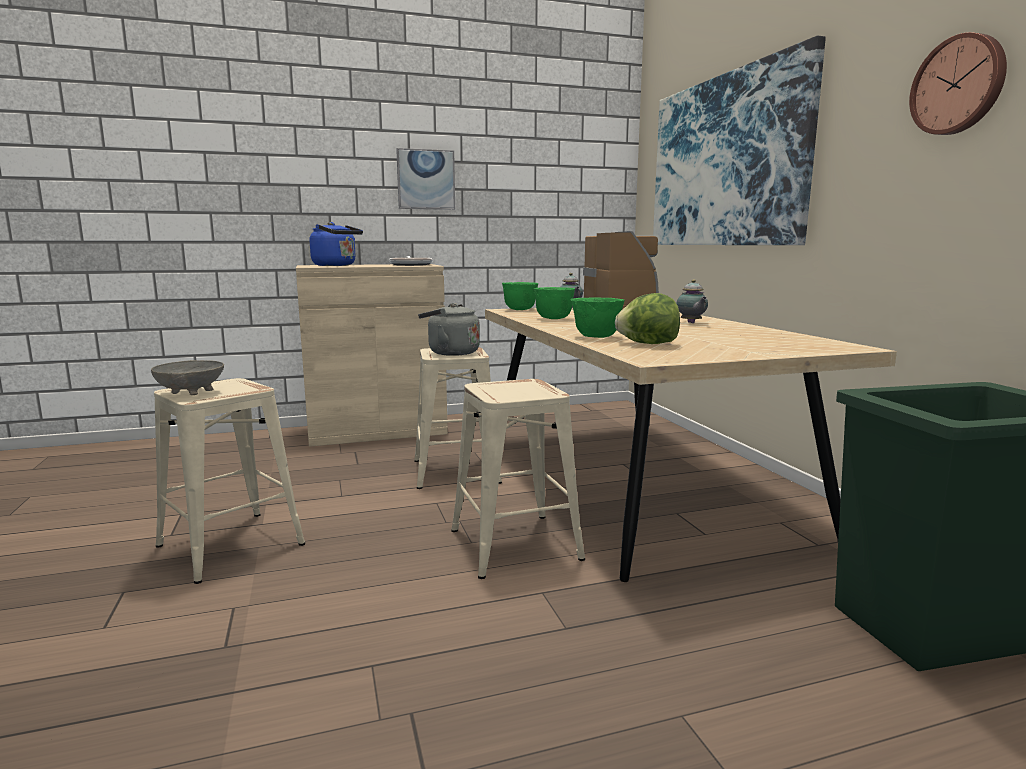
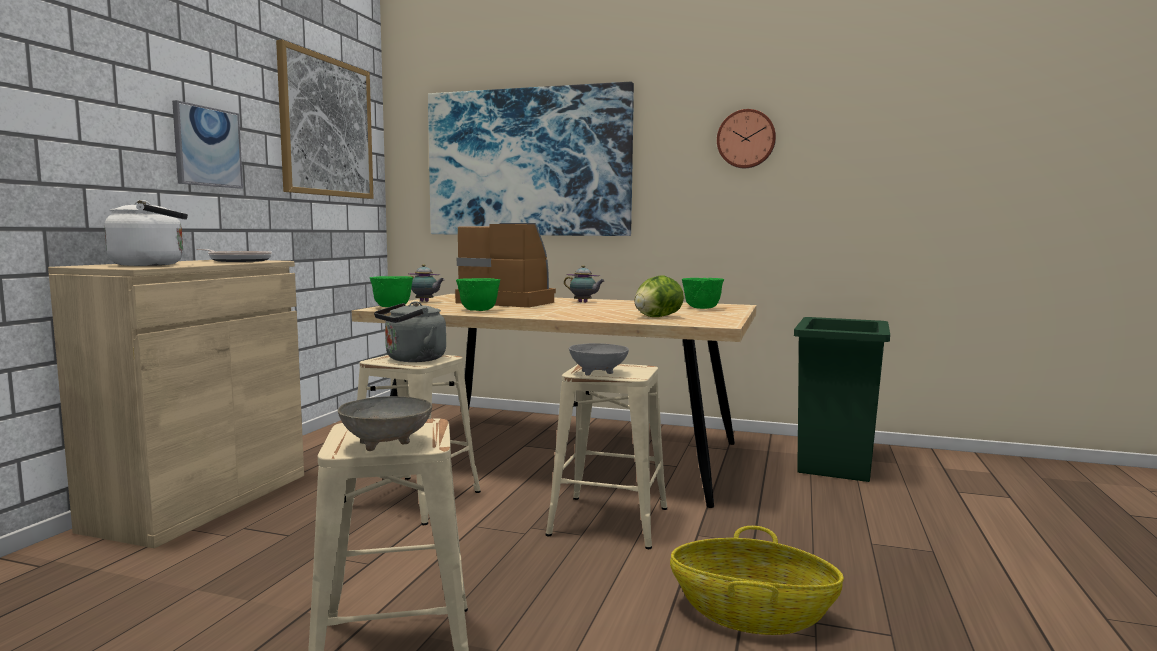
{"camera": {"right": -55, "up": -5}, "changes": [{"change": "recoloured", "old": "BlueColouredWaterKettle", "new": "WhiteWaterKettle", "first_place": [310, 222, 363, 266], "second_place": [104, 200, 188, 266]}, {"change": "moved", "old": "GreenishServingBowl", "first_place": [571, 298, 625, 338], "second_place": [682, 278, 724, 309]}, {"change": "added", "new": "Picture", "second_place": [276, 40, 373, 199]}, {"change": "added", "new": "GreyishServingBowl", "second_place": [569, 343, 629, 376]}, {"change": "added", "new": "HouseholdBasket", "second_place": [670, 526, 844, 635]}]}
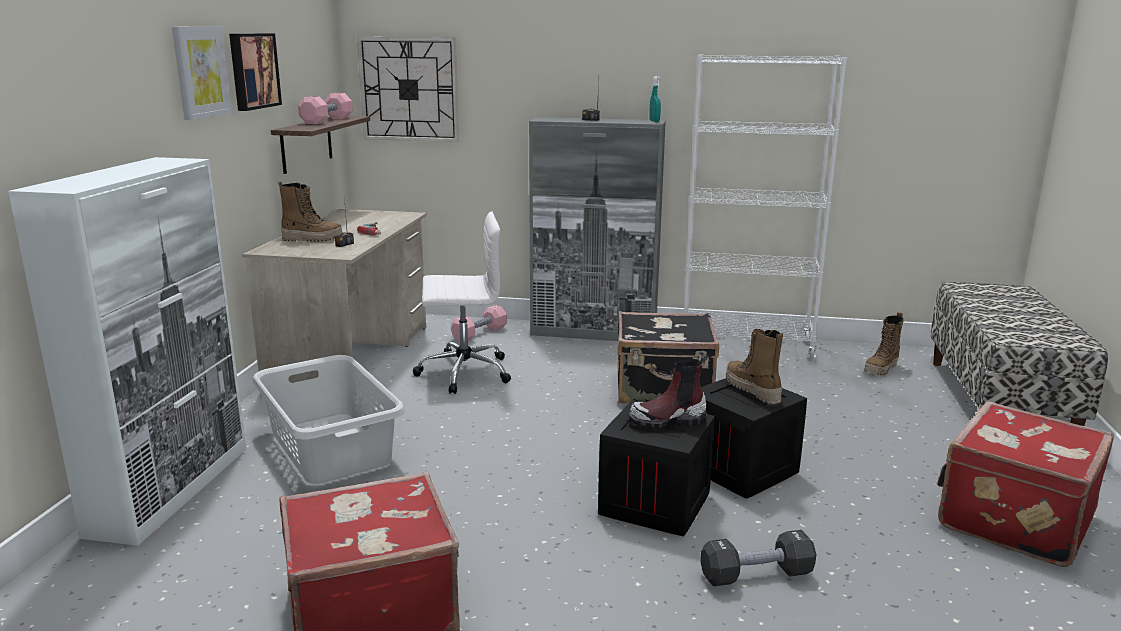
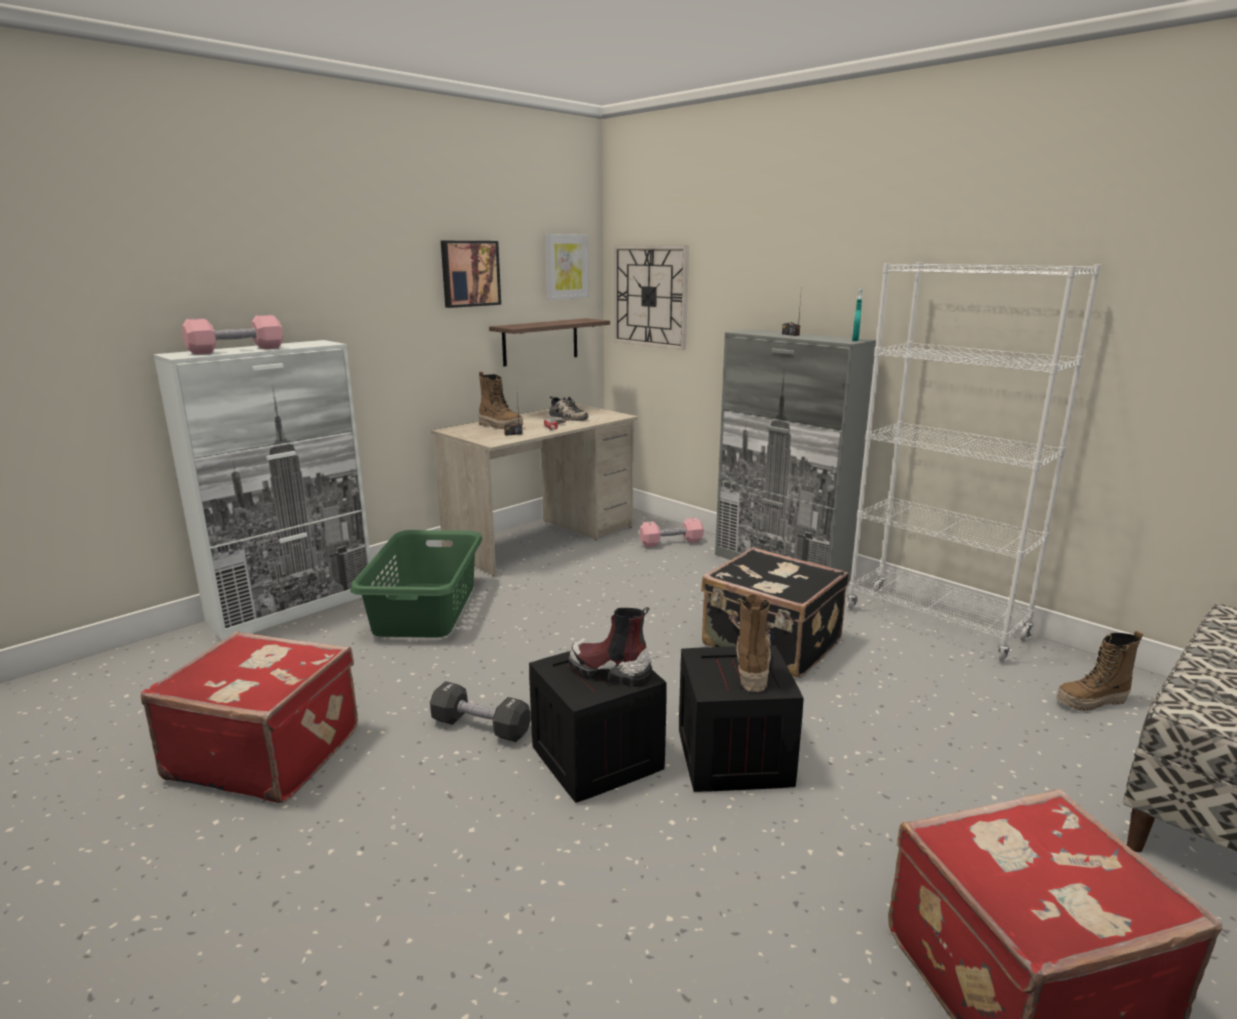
{"camera": {"right": 35, "up": 0}, "changes": [{"change": "moved", "old": "Picture", "first_place": [172, 26, 232, 120], "second_place": [545, 234, 589, 300]}, {"change": "moved", "old": "PinkFreeWeight", "first_place": [298, 93, 353, 124], "second_place": [182, 315, 283, 355]}, {"change": "removed", "old": "WhiteOfficeChair", "first_place": [413, 211, 511, 394]}, {"change": "recoloured", "old": "GreyishWashingBasket", "new": "GreenishWashingBasket", "first_place": [253, 355, 405, 484], "second_place": [350, 530, 482, 638]}, {"change": "moved", "old": "BlackFreeWeight", "first_place": [700, 530, 816, 586], "second_place": [430, 681, 531, 742]}, {"change": "added", "new": "ItemOfFootwear", "second_place": [549, 396, 588, 421]}]}
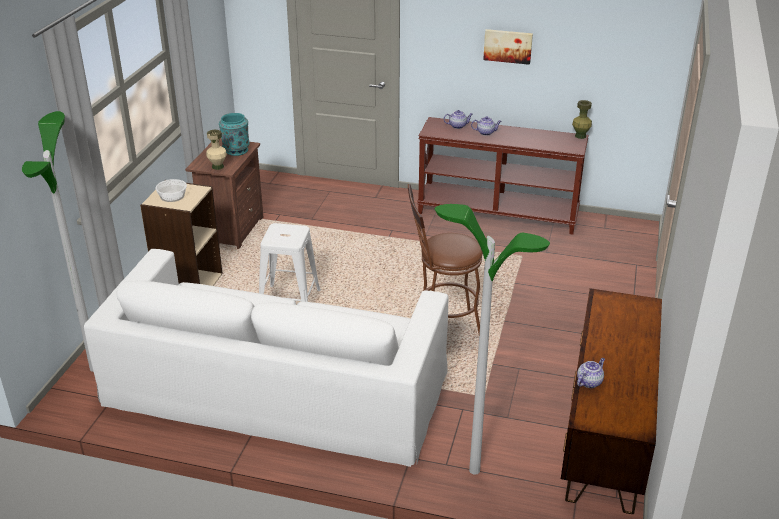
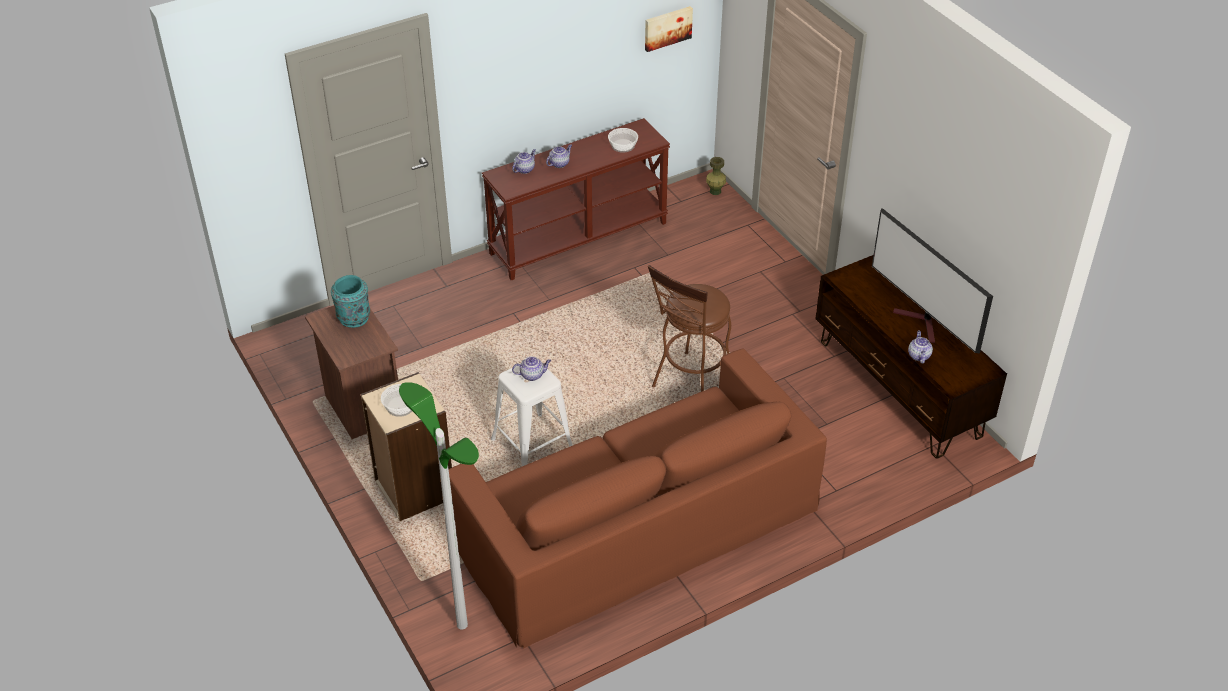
{"camera": {"right": -45, "up": 10}, "changes": [{"change": "moved", "old": "Picture", "first_place": [483, 29, 533, 65], "second_place": [645, 6, 693, 52]}, {"change": "moved", "old": "GreenishDecorativeVase", "first_place": [572, 100, 592, 139], "second_place": [706, 157, 726, 195]}, {"change": "removed", "old": "BeigeColouredDecorativeVase", "first_place": [206, 130, 227, 170]}, {"change": "removed", "old": "StandardLamp", "first_place": [435, 204, 550, 475]}, {"change": "recoloured", "old": "WhiteSofa", "new": "BrownSofa", "first_place": [84, 249, 448, 467], "second_place": [449, 349, 827, 649]}, {"change": "added", "new": "ServingBowl", "second_place": [608, 128, 638, 153]}, {"change": "added", "new": "Television", "second_place": [872, 208, 993, 354]}, {"change": "added", "new": "TeaPot", "second_place": [512, 356, 551, 381]}]}
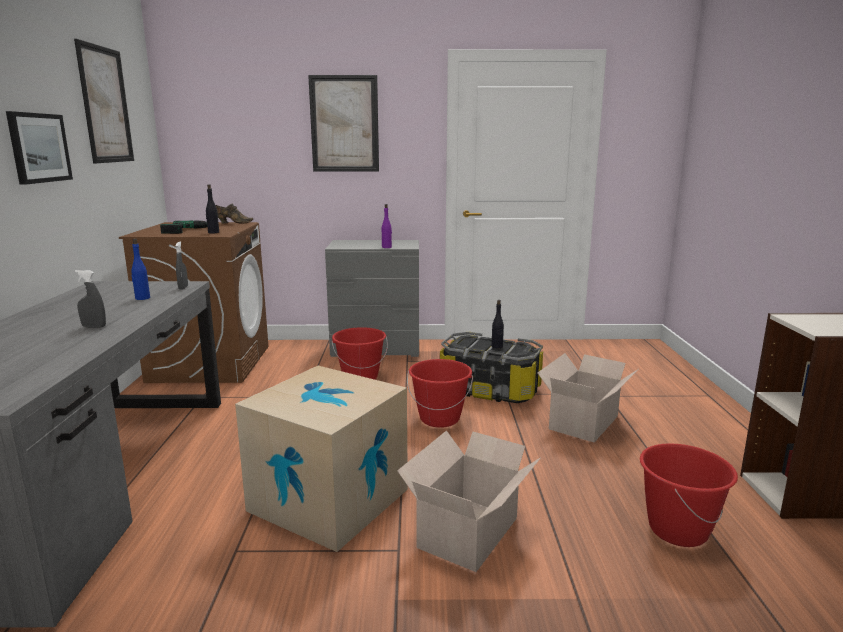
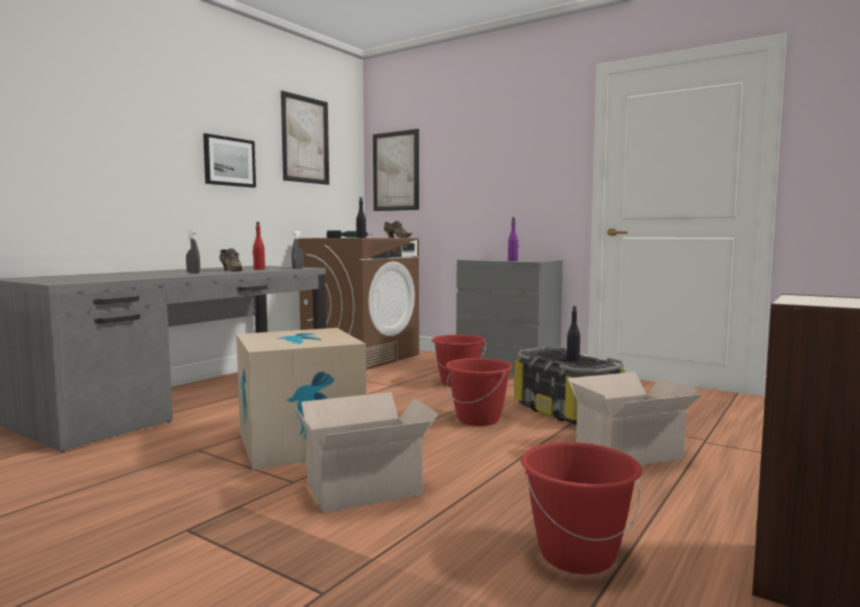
{"camera": {"right": 35, "up": -10}, "changes": [{"change": "moved", "old": "Picture", "first_place": [308, 75, 379, 172], "second_place": [373, 129, 419, 211]}, {"change": "recoloured", "old": "BlueColouredBottle", "new": "ReddishBottle", "first_place": [131, 239, 150, 300], "second_place": [253, 222, 265, 270]}, {"change": "added", "new": "BrownItemOfFootwear", "second_place": [219, 248, 243, 271]}]}
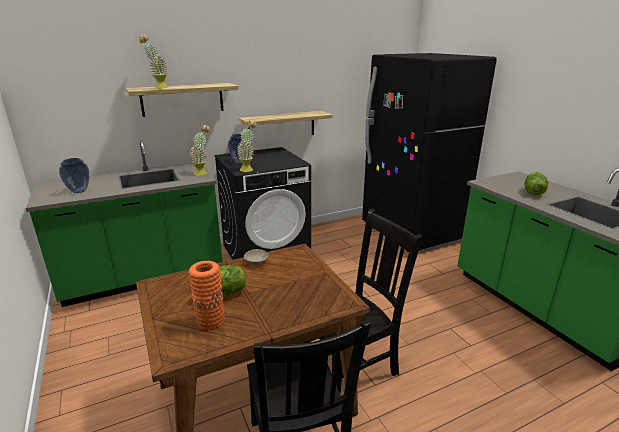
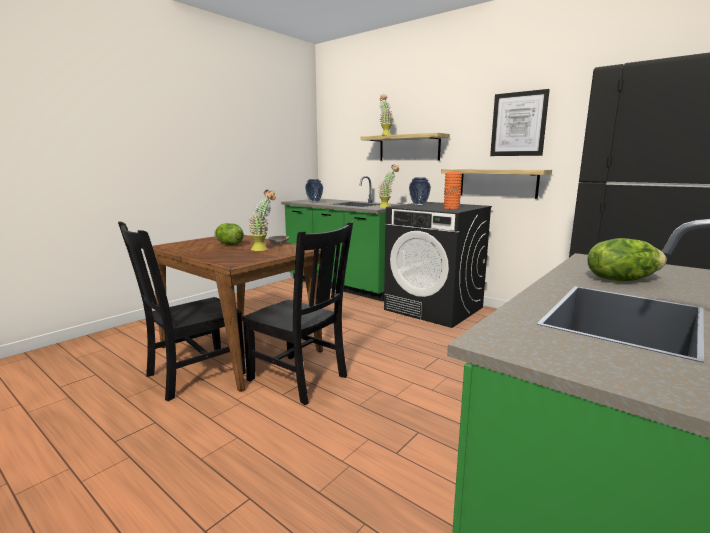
{"camera": {"right": 65, "up": -10}, "changes": [{"change": "moved", "old": "PottedPlant", "first_place": [237, 120, 257, 172], "second_place": [248, 190, 276, 251]}, {"change": "moved", "old": "OrangeColouredDecorativeVase", "first_place": [189, 261, 225, 330], "second_place": [444, 172, 462, 210]}, {"change": "added", "new": "Picture", "second_place": [490, 89, 550, 156]}]}
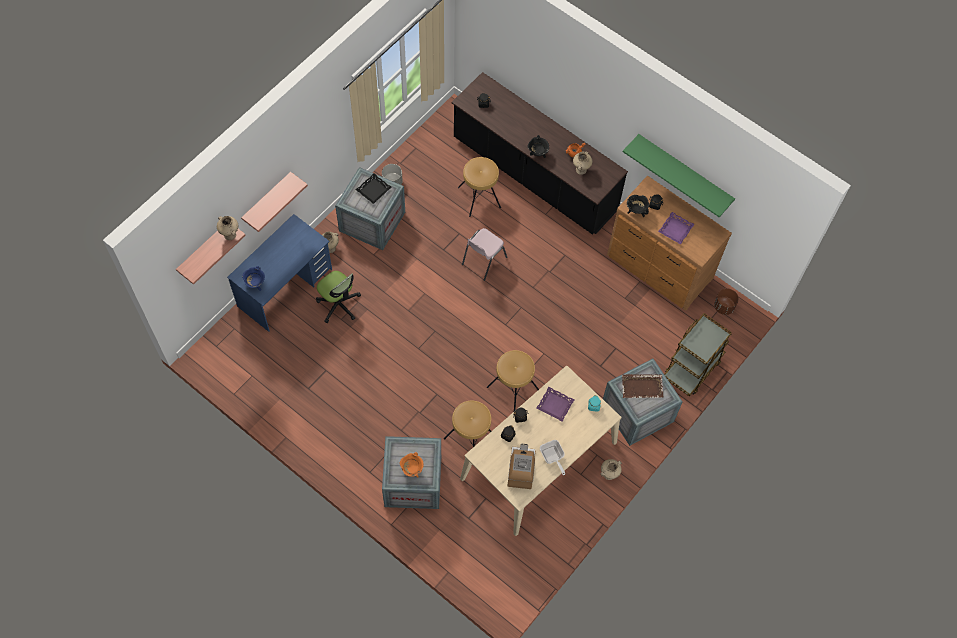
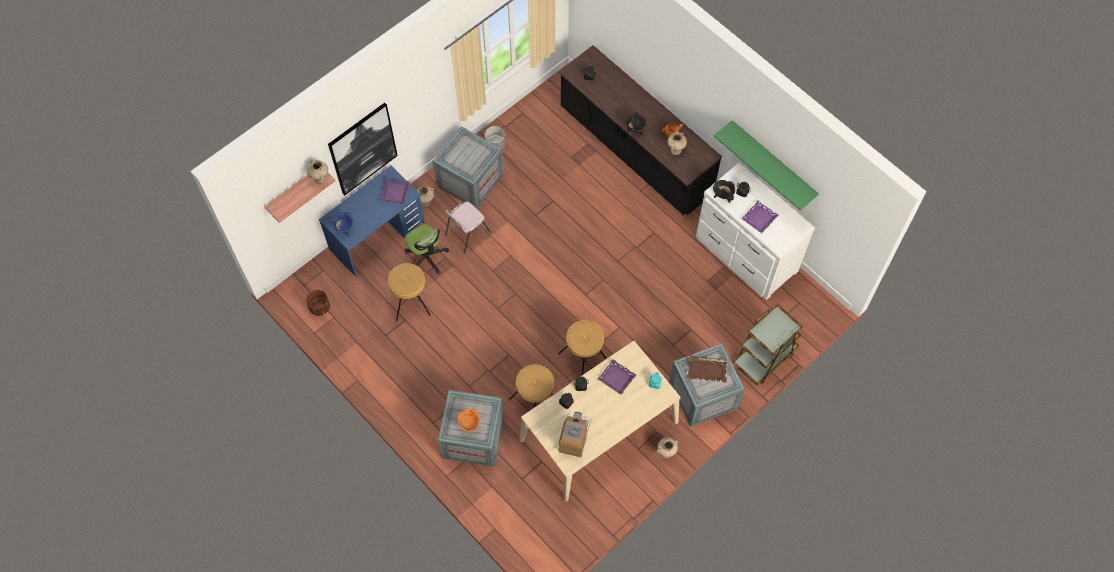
{"camera": {"right": 10, "up": 0}, "changes": [{"change": "moved", "old": "BrownStoolSeat", "first_place": [458, 157, 501, 217], "second_place": [388, 263, 431, 321]}, {"change": "replaced", "old": "Shelf", "new": "Picture", "first_place": [241, 172, 308, 232], "second_place": [328, 103, 398, 196]}, {"change": "removed", "old": "BlackServingTray", "first_place": [356, 173, 392, 204]}, {"change": "recoloured", "old": "BrownChestOfDrawers", "new": "WhiteChestOfDrawers", "first_place": [607, 176, 732, 311], "second_place": [696, 162, 815, 300]}, {"change": "moved", "old": "PinkUprightChair", "first_place": [462, 228, 507, 281], "second_place": [445, 202, 491, 253]}, {"change": "moved", "old": "BrownPlanter", "first_place": [714, 289, 739, 315], "second_place": [306, 290, 330, 316]}, {"change": "removed", "old": "Skillet", "first_place": [540, 440, 565, 475]}, {"change": "added", "new": "PurpleColouredServingTray", "second_place": [380, 178, 410, 204]}]}
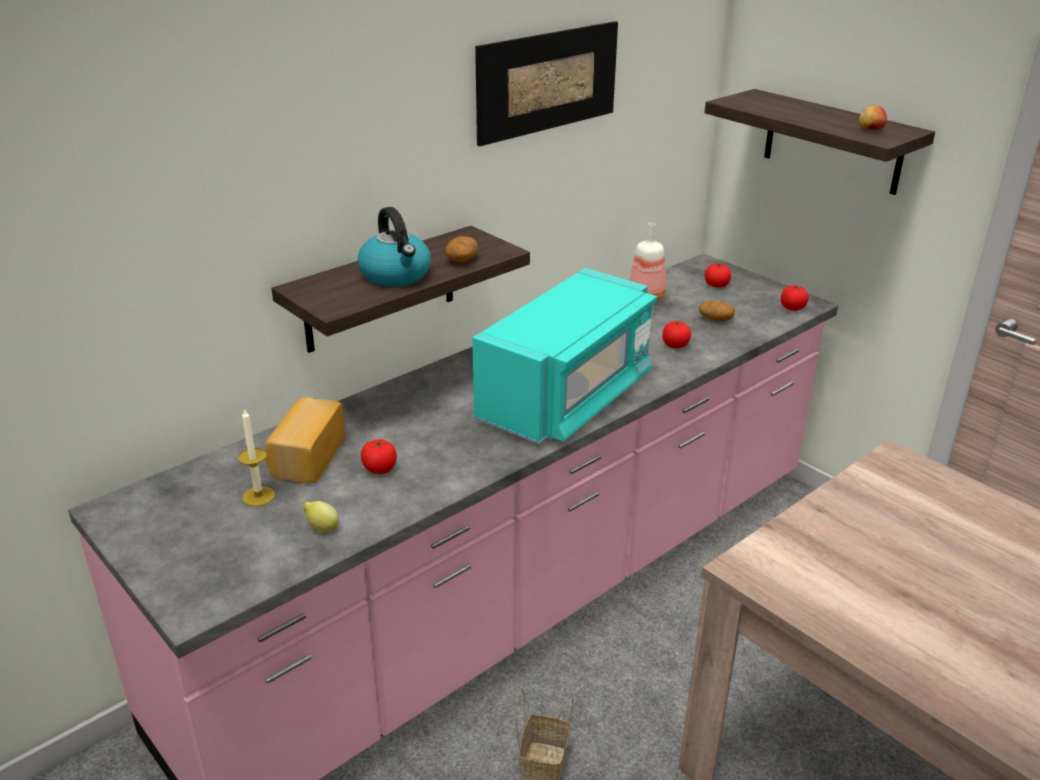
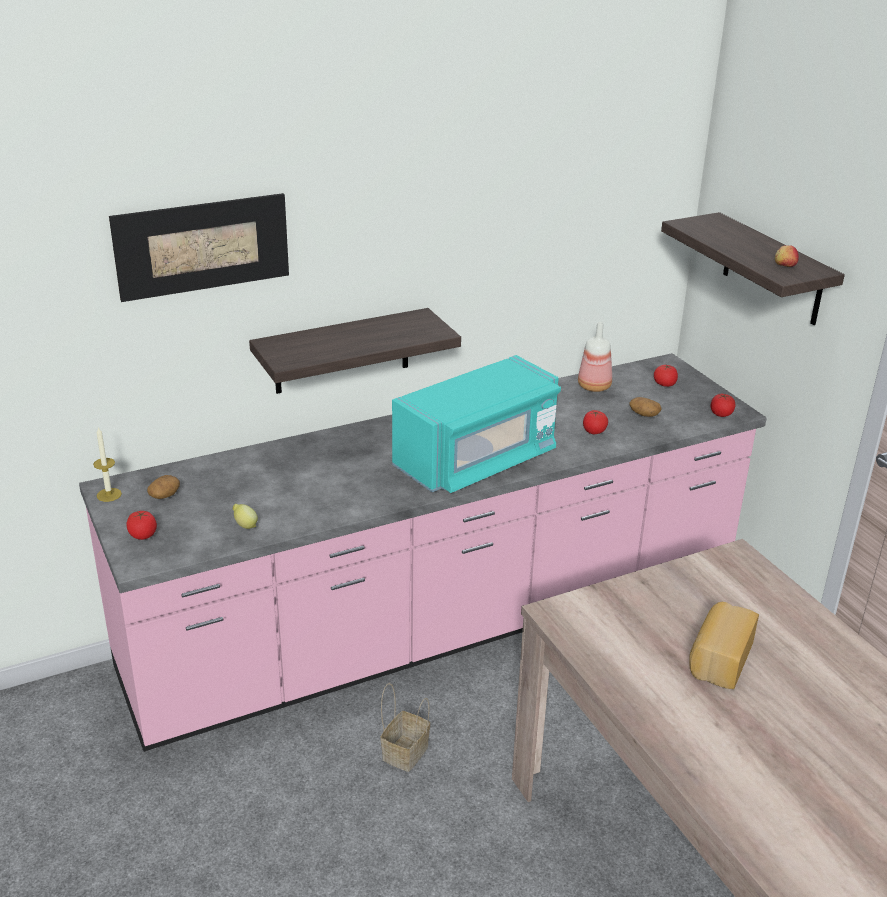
{"camera": {"right": 15, "up": 0}, "changes": [{"change": "moved", "old": "Picture", "first_place": [475, 21, 618, 146], "second_place": [109, 193, 289, 302]}, {"change": "removed", "old": "WaterKettle", "first_place": [358, 207, 431, 286]}, {"change": "moved", "old": "Potato", "first_place": [445, 236, 478, 262], "second_place": [147, 475, 180, 499]}, {"change": "moved", "old": "BakeryBread", "first_place": [265, 397, 345, 484], "second_place": [689, 602, 759, 689]}, {"change": "moved", "old": "WaxCandle", "first_place": [238, 408, 275, 506], "second_place": [93, 427, 122, 502]}, {"change": "moved", "old": "Tomato", "first_place": [361, 439, 397, 474], "second_place": [126, 511, 157, 540]}]}
